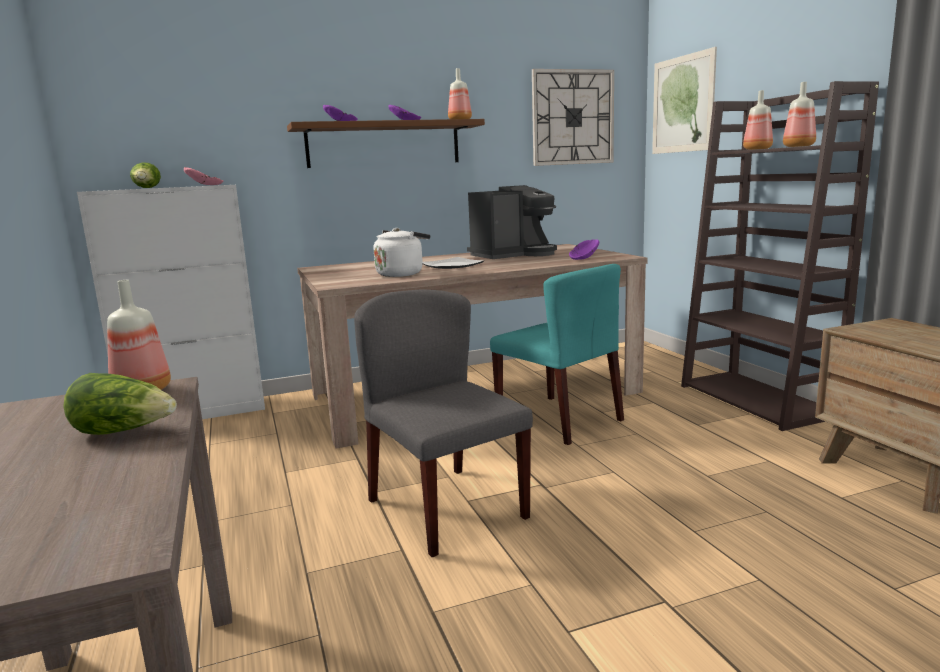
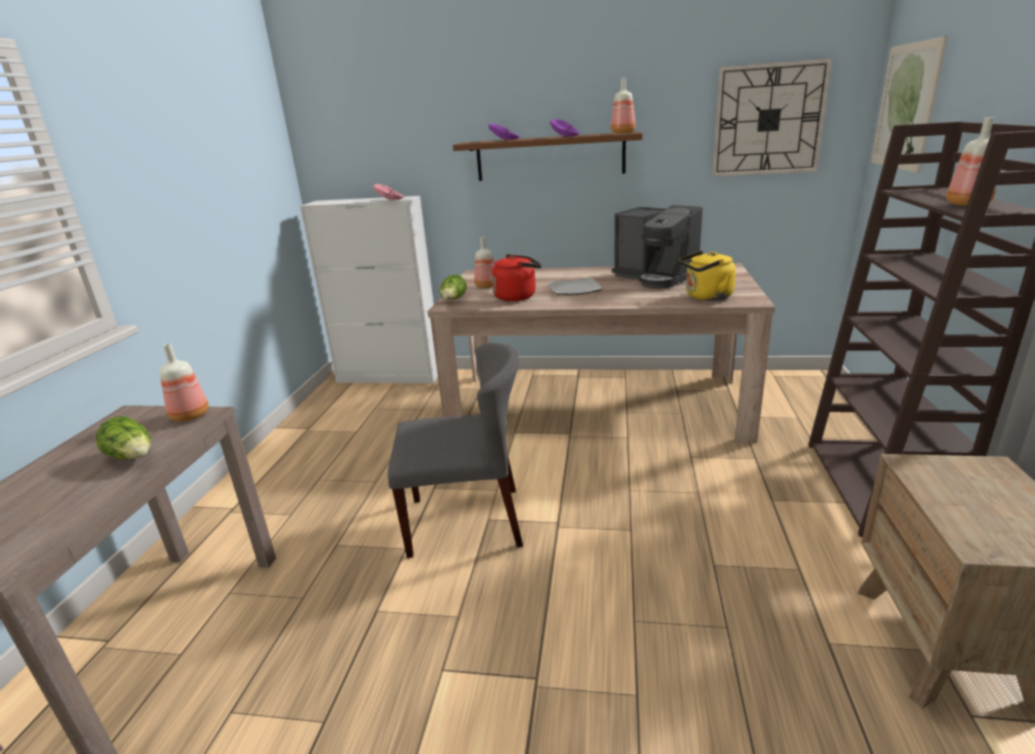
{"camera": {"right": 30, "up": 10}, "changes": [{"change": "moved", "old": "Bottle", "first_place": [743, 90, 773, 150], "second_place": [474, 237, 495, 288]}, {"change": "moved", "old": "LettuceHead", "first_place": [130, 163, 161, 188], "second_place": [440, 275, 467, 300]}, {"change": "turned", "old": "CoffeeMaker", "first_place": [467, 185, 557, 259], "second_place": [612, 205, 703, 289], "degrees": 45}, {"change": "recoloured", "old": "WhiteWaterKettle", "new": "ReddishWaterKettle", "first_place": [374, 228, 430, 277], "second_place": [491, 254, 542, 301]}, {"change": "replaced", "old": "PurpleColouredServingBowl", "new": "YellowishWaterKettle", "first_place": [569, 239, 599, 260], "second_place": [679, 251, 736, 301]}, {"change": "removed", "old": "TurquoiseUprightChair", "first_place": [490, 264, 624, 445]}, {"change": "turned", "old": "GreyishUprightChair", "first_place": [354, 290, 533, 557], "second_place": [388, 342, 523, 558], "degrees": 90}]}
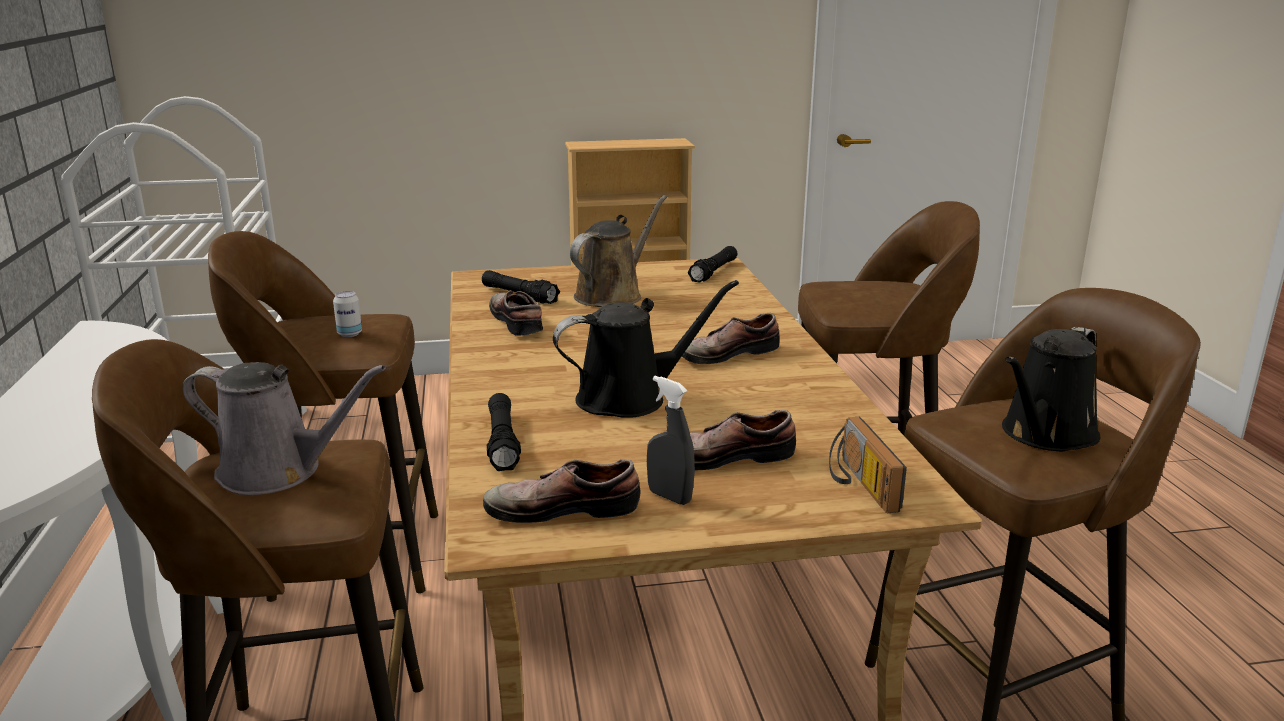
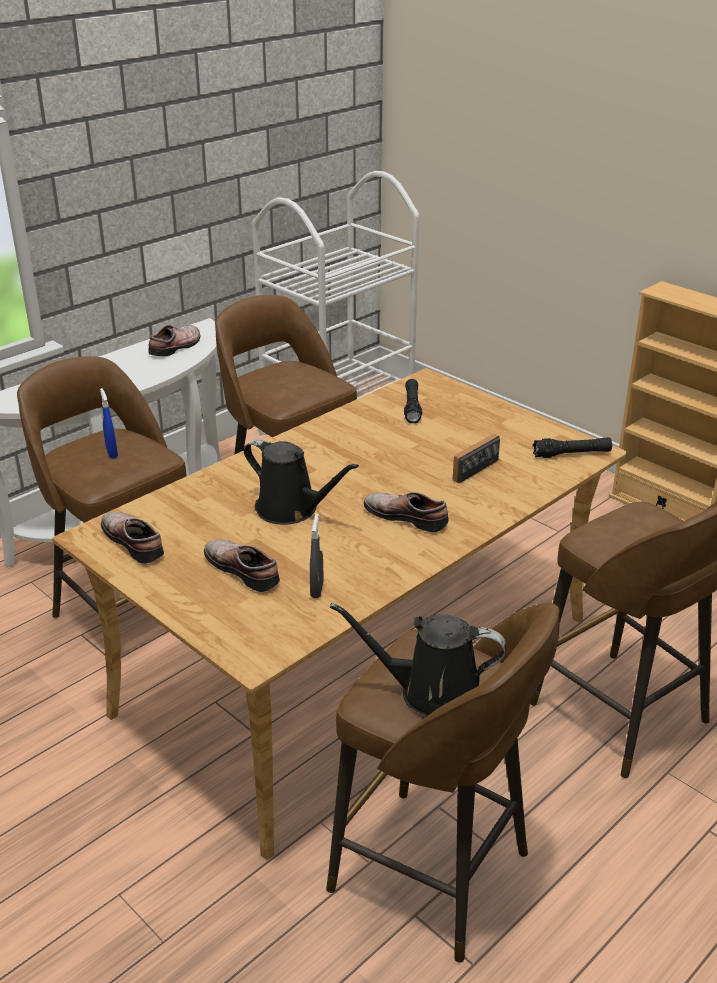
{"camera": {"right": 55, "up": 10}, "changes": [{"change": "removed", "old": "BrownWateringPot", "first_place": [570, 195, 667, 307]}, {"change": "moved", "old": "ItemOfFootwear", "first_place": [489, 290, 543, 336], "second_place": [148, 325, 200, 356]}, {"change": "removed", "old": "Can", "first_place": [333, 291, 362, 337]}, {"change": "replaced", "old": "GreyishWateringPot", "new": "BlueColouredSprayBottle", "first_place": [182, 362, 386, 495], "second_place": [100, 388, 118, 458]}, {"change": "moved", "old": "GreyishSprayBottle", "first_place": [647, 376, 695, 505], "second_place": [310, 514, 323, 598]}, {"change": "removed", "old": "BlackHandTorch", "first_place": [487, 393, 521, 471]}, {"change": "moved", "old": "RadioReceiver", "first_place": [829, 417, 907, 513], "second_place": [453, 434, 500, 483]}]}
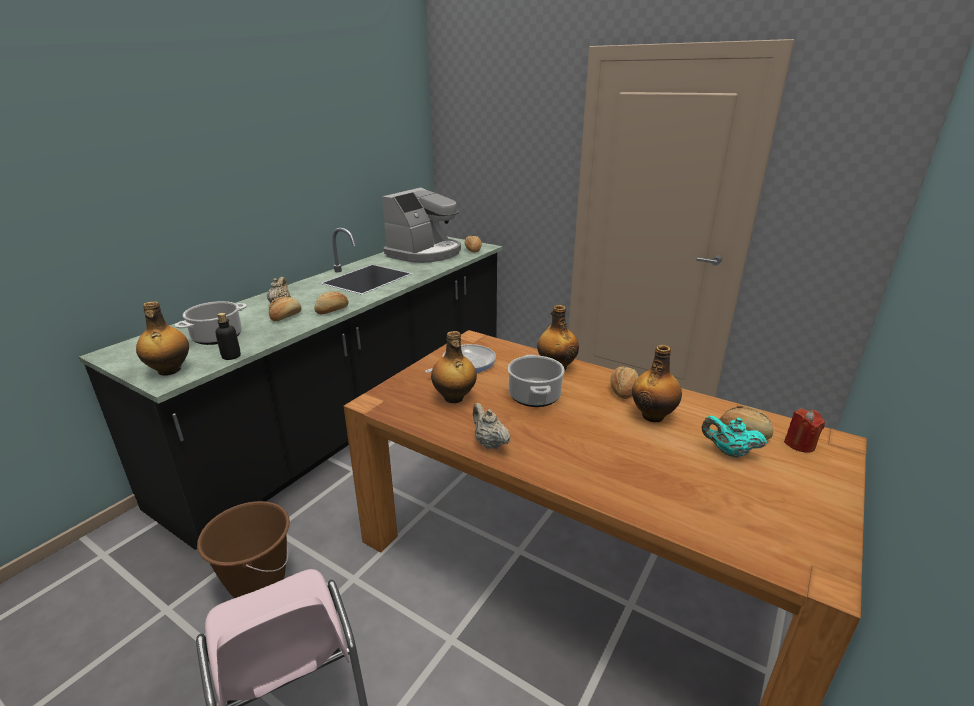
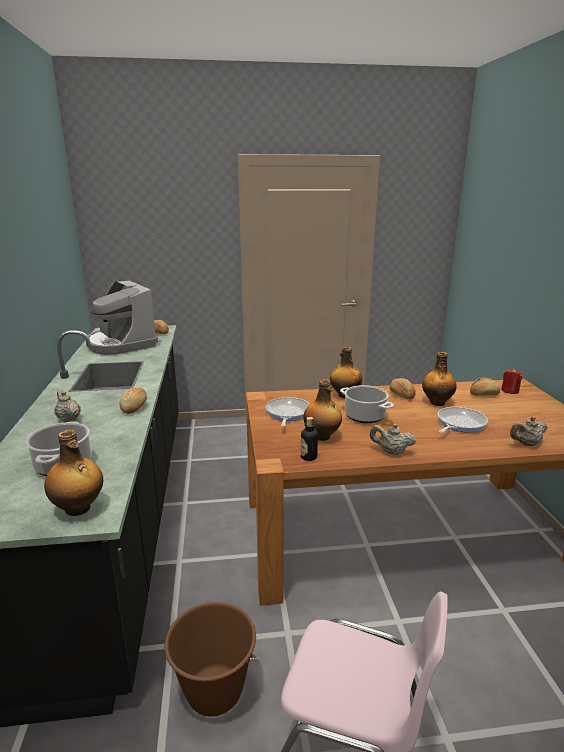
{"camera": {"right": -40, "up": -5}, "changes": [{"change": "turned", "old": "CoffeeMaker", "first_place": [382, 188, 461, 263], "second_place": [86, 281, 158, 355], "degrees": 150}, {"change": "removed", "old": "BakeryBread", "first_place": [269, 296, 301, 321]}, {"change": "moved", "old": "Bottle", "first_place": [216, 313, 241, 360], "second_place": [301, 417, 318, 461]}, {"change": "removed", "old": "TurquoiseTeaPot", "first_place": [702, 416, 767, 458]}, {"change": "added", "new": "Skillet", "second_place": [438, 407, 488, 433]}, {"change": "added", "new": "BeigeColouredTeaPot", "second_place": [510, 417, 547, 446]}]}
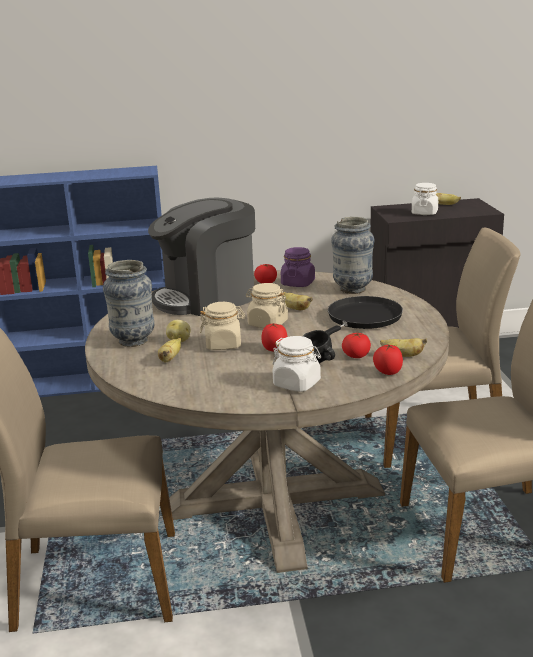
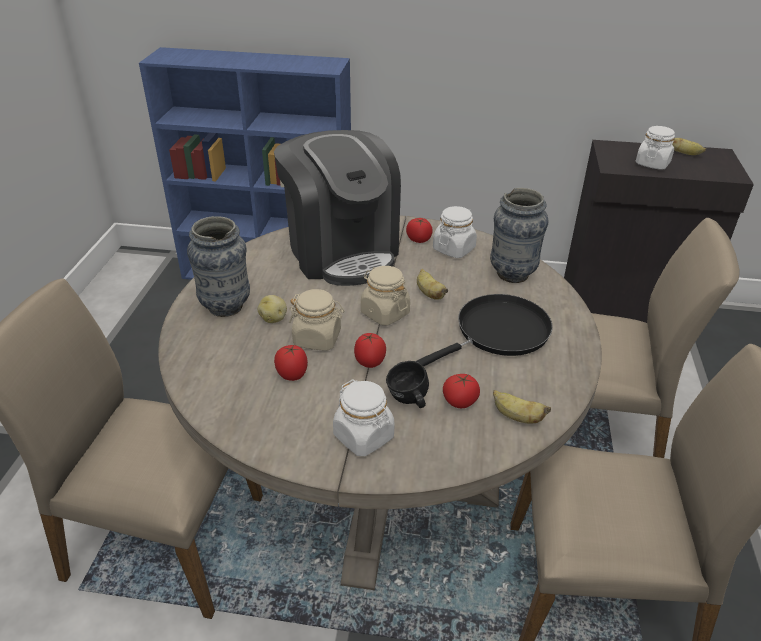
{"camera": {"right": 15, "up": 15}, "changes": [{"change": "turned", "old": "CoffeeMaker", "first_place": [148, 198, 255, 316], "second_place": [274, 130, 401, 286], "degrees": -105}, {"change": "recoloured", "old": "PurpleColouredJar", "new": "WhiteJar", "first_place": [281, 247, 315, 287], "second_place": [433, 206, 477, 258]}, {"change": "removed", "old": "BananaFruit", "first_place": [158, 338, 181, 363]}, {"change": "moved", "old": "Tomato", "first_place": [373, 344, 403, 375], "second_place": [274, 345, 308, 381]}]}
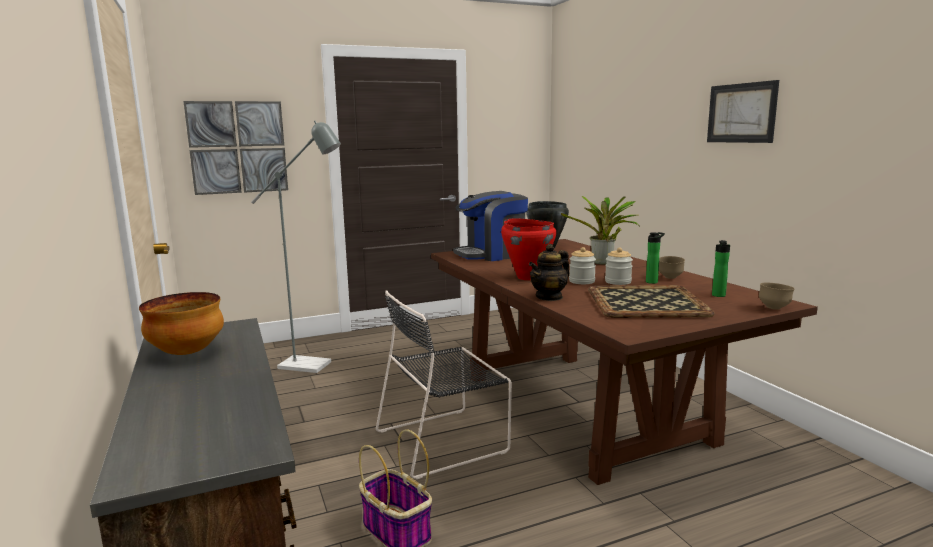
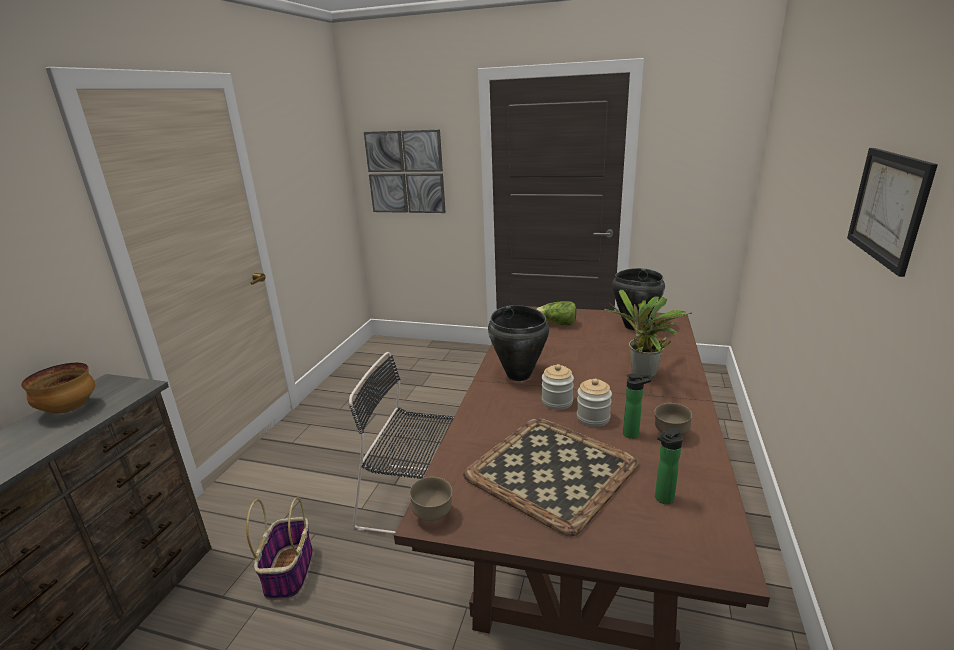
{"camera": {"right": 40, "up": 10}, "changes": [{"change": "removed", "old": "GreyishStandardLamp", "first_place": [251, 121, 341, 373]}, {"change": "replaced", "old": "CoffeeMaker", "new": "LettuceHead", "first_place": [453, 191, 528, 261], "second_place": [536, 301, 576, 326]}, {"change": "recoloured", "old": "ReddishCookingPot", "new": "BlackCookingPot", "first_place": [501, 218, 556, 280], "second_place": [488, 305, 549, 381]}, {"change": "removed", "old": "TeaPot", "first_place": [529, 244, 569, 301]}, {"change": "moved", "old": "BrownServingBowl", "first_place": [759, 283, 795, 310], "second_place": [410, 477, 452, 521]}]}
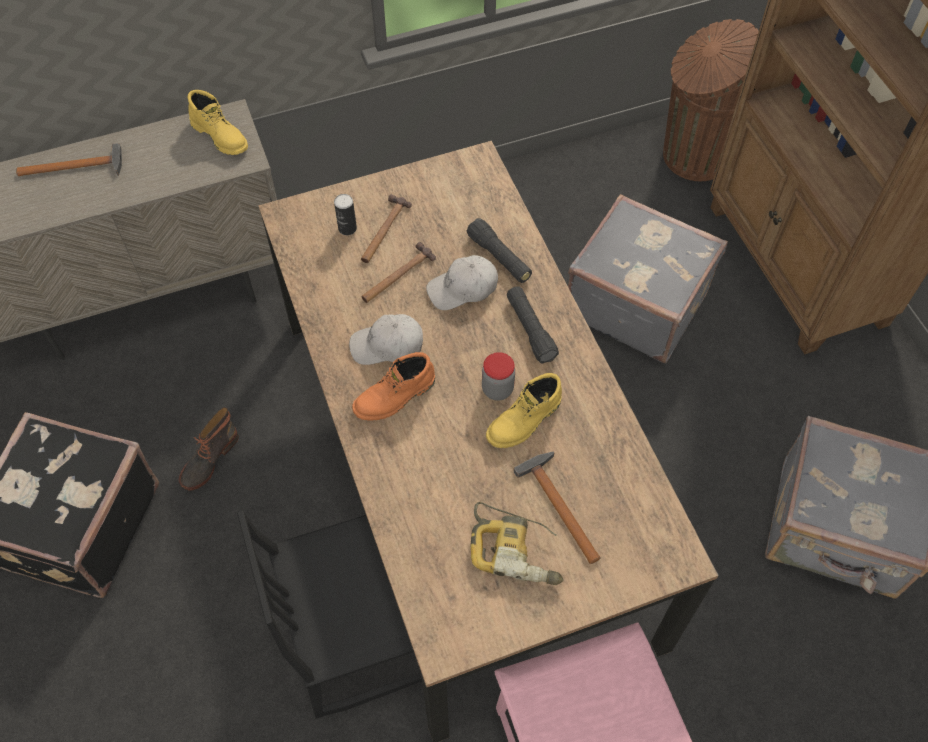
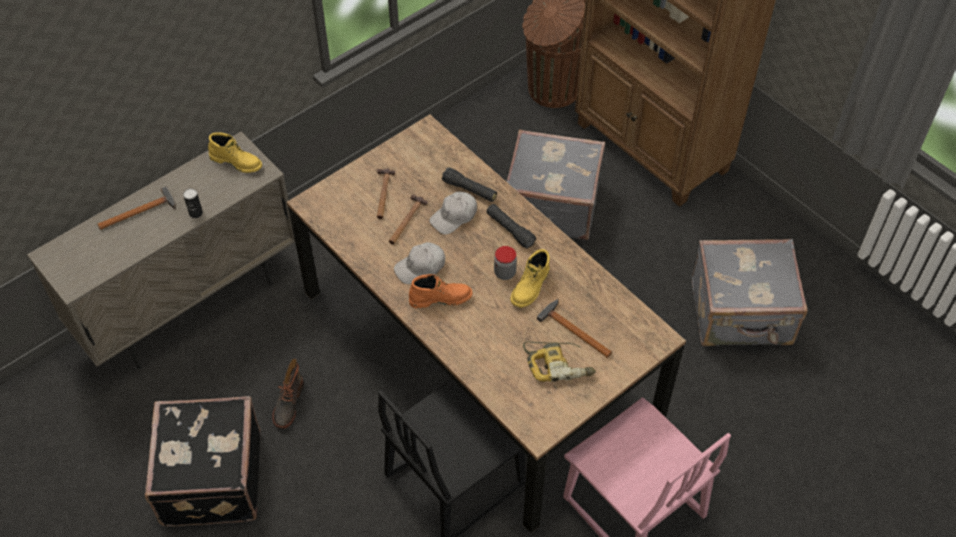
{"camera": {"right": -20, "up": -5}, "changes": [{"change": "moved", "old": "Can", "first_place": [334, 194, 357, 235], "second_place": [183, 188, 203, 218]}, {"change": "turned", "old": "OrangeColouredBoot", "first_place": [352, 352, 435, 421], "second_place": [409, 274, 473, 309], "degrees": -135}]}
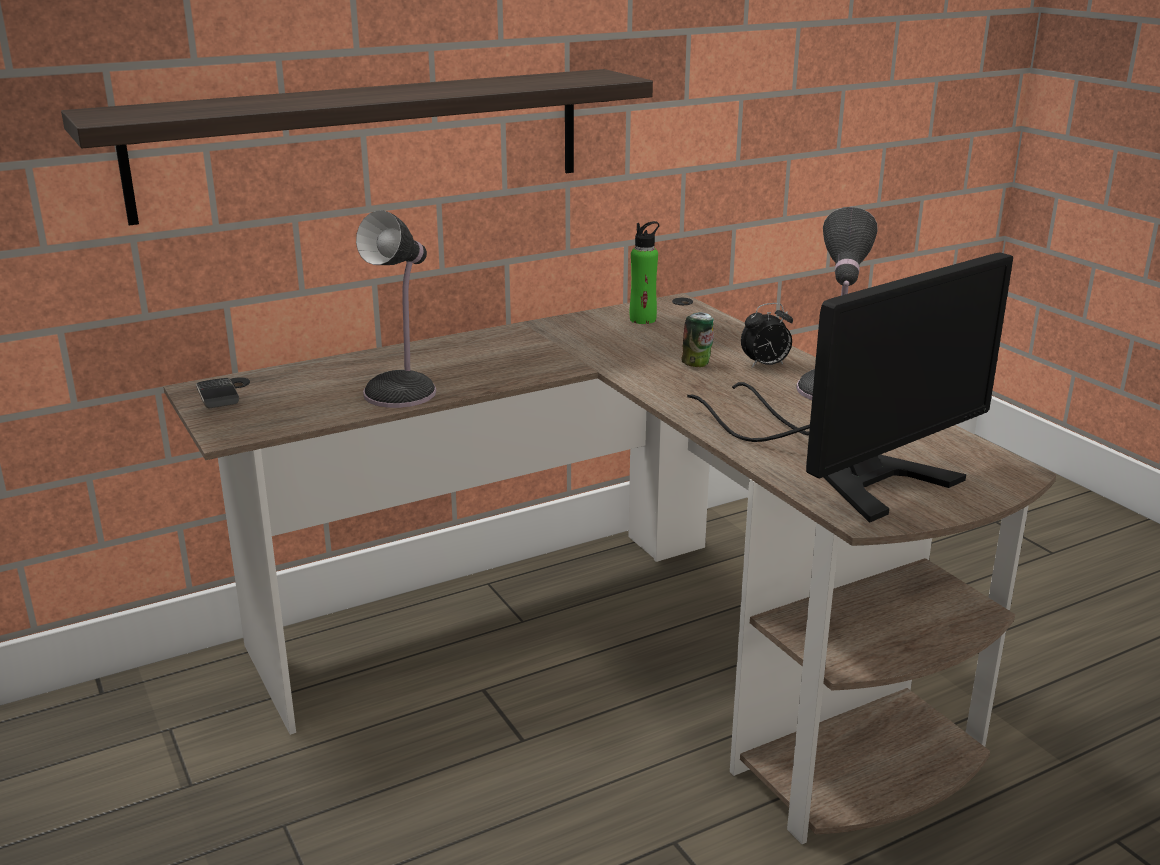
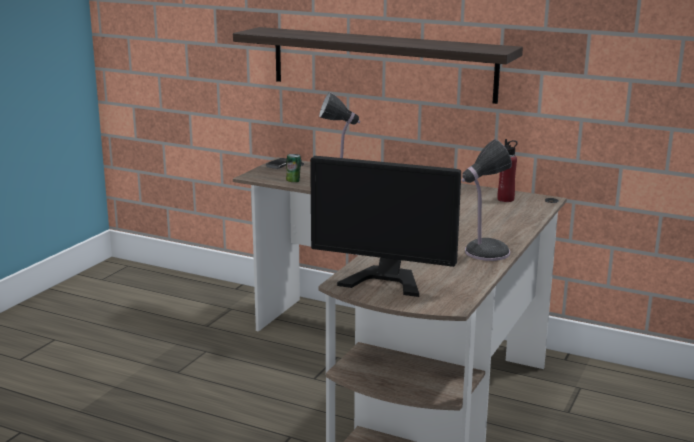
{"camera": {"right": 55, "up": -5}, "changes": [{"change": "recoloured", "old": "GreenishBottle", "new": "ReddishBottle", "first_place": [630, 221, 660, 324], "second_place": [498, 139, 518, 202]}, {"change": "removed", "old": "AlarmClock", "first_place": [741, 303, 793, 368]}, {"change": "moved", "old": "Can", "first_place": [681, 312, 714, 367], "second_place": [286, 154, 302, 182]}]}
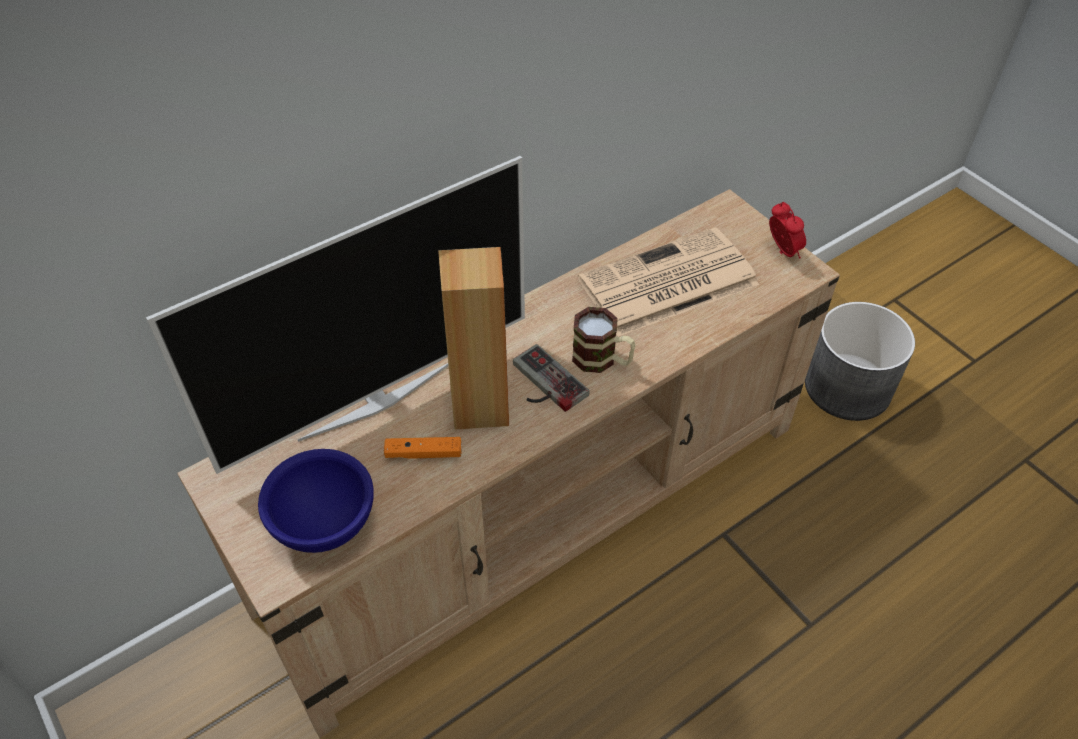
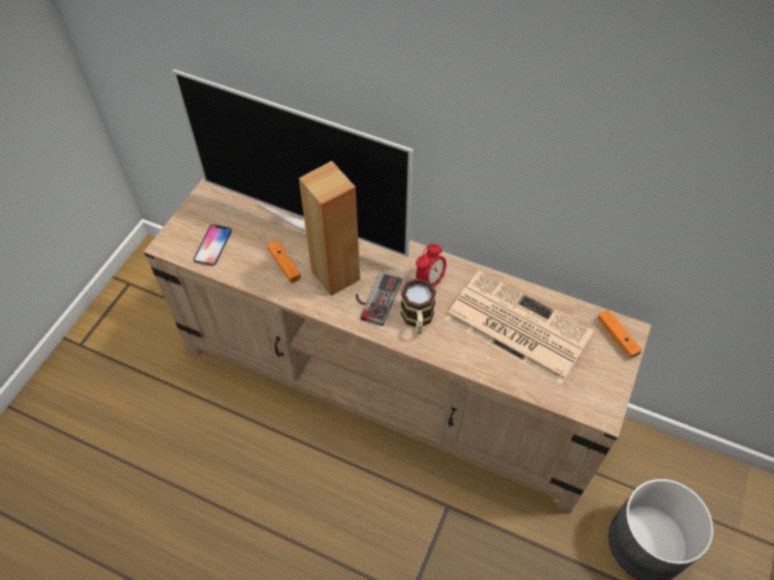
{"camera": {"right": 60, "up": 5}, "changes": [{"change": "moved", "old": "AlarmClock", "first_place": [769, 202, 806, 259], "second_place": [416, 243, 446, 286]}, {"change": "replaced", "old": "BlueColouredServingBowl", "new": "Telephone", "first_place": [258, 449, 374, 553], "second_place": [193, 224, 232, 266]}, {"change": "added", "new": "OrangeColouredJoypad", "second_place": [597, 310, 642, 358]}]}
